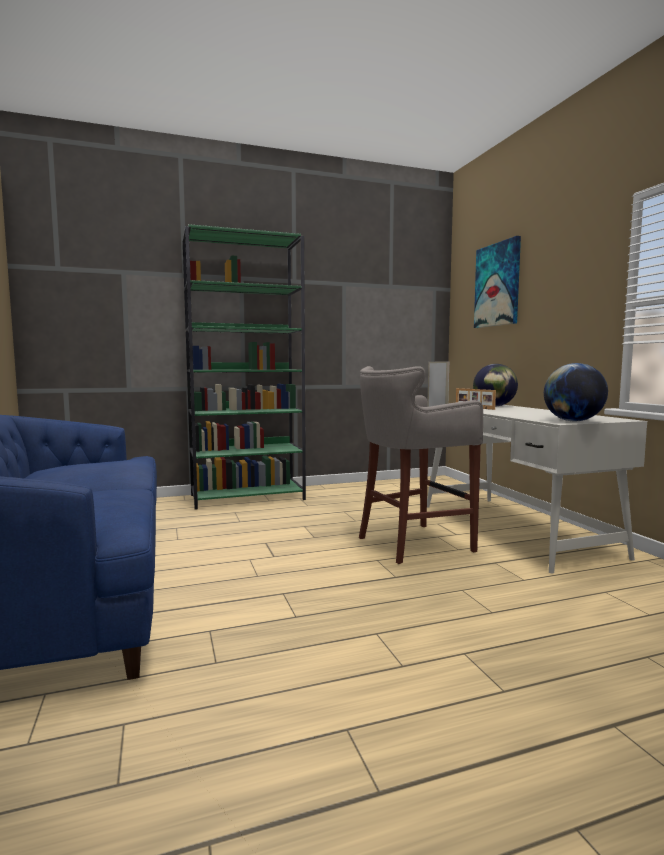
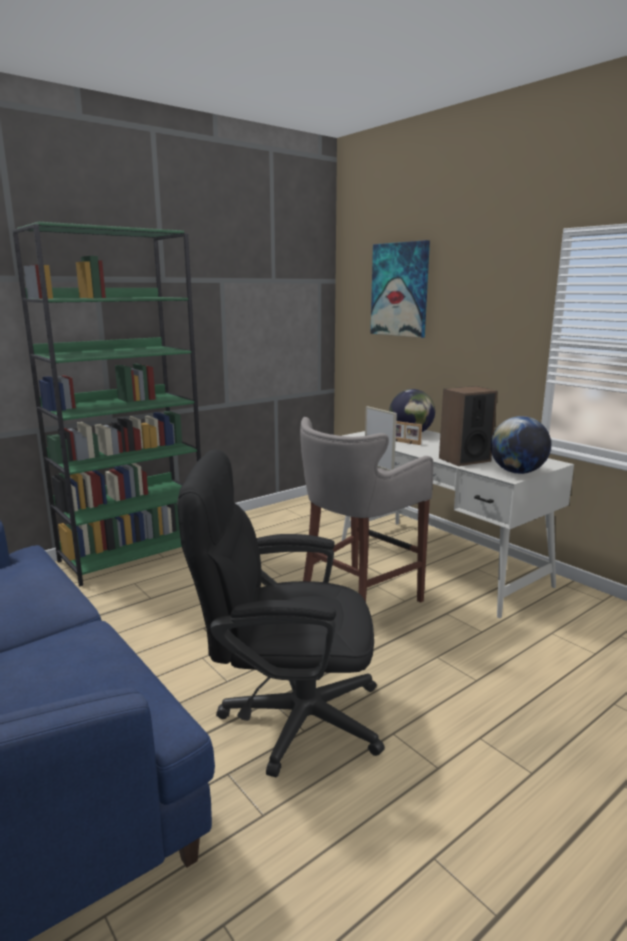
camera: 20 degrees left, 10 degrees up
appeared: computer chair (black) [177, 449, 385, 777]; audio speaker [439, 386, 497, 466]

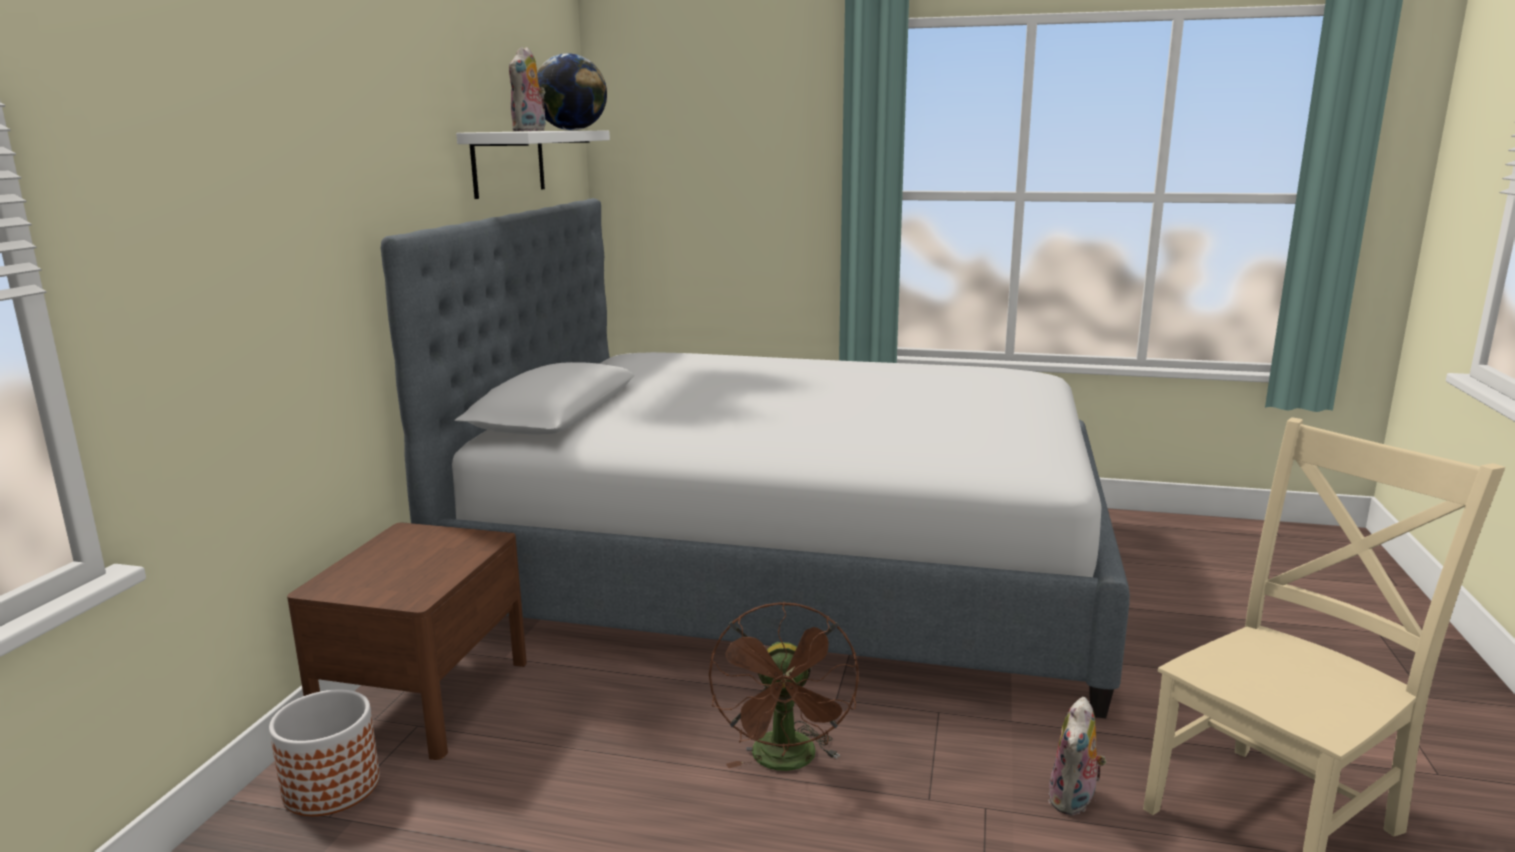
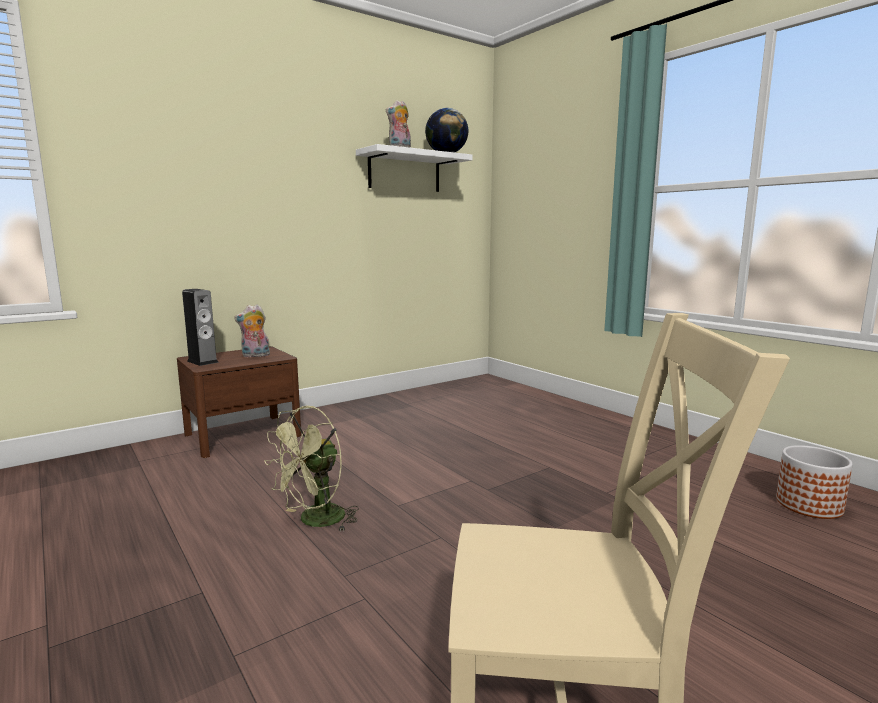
camera: 40 degrees right, 5 degrees down
missing: bedroom bed [381, 198, 1130, 718]
appeared: audio speaker [182, 289, 219, 366]
relocated: flower pot [269, 689, 380, 816] to [776, 445, 853, 519]; plush toy [1048, 697, 1106, 816] to [234, 305, 271, 358]
colour: electric fan (brownish) [709, 601, 859, 771] to electric fan (green-coloured) [264, 406, 359, 532]

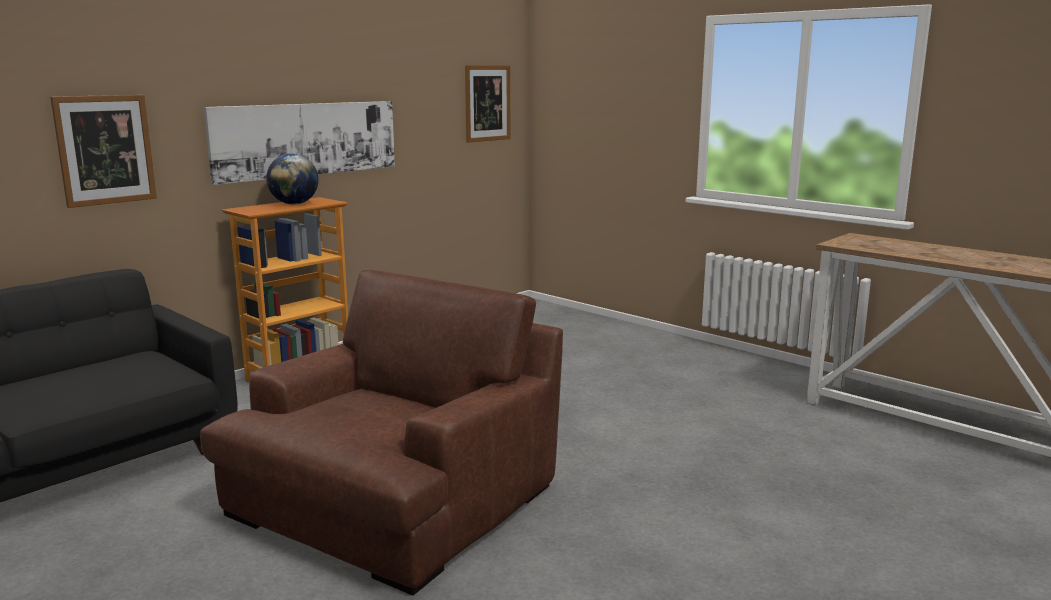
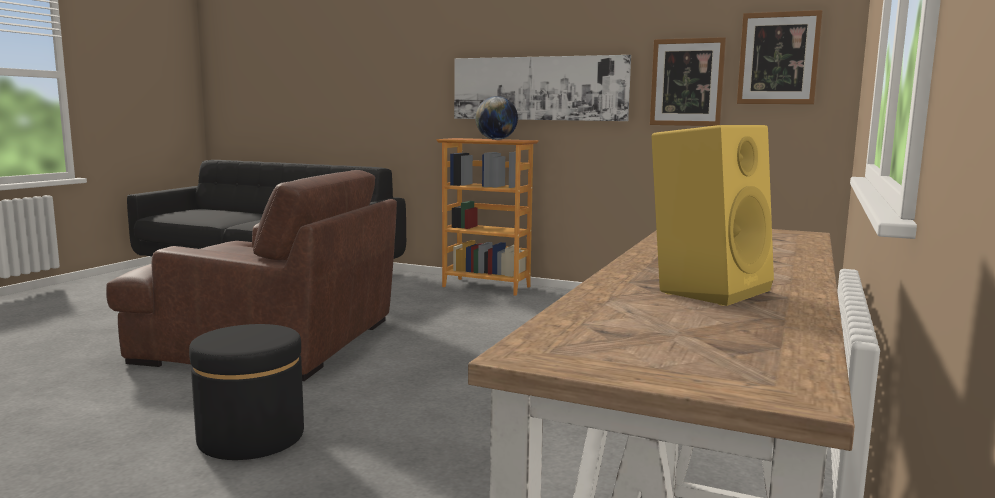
camera: 70 degrees right, 5 degrees down
appeared: footrest (black) [189, 324, 304, 460]; audio speaker (yellowish) [651, 125, 774, 306]
relocated: wall picture [50, 95, 157, 208] to [650, 37, 726, 126]

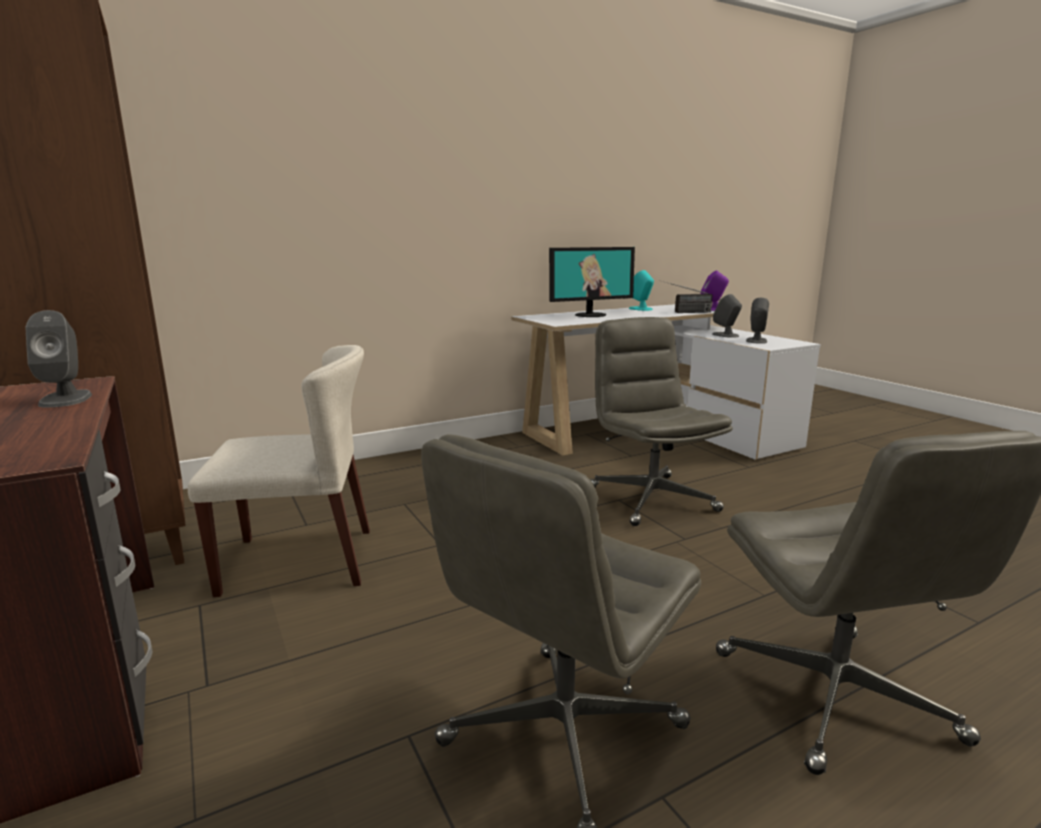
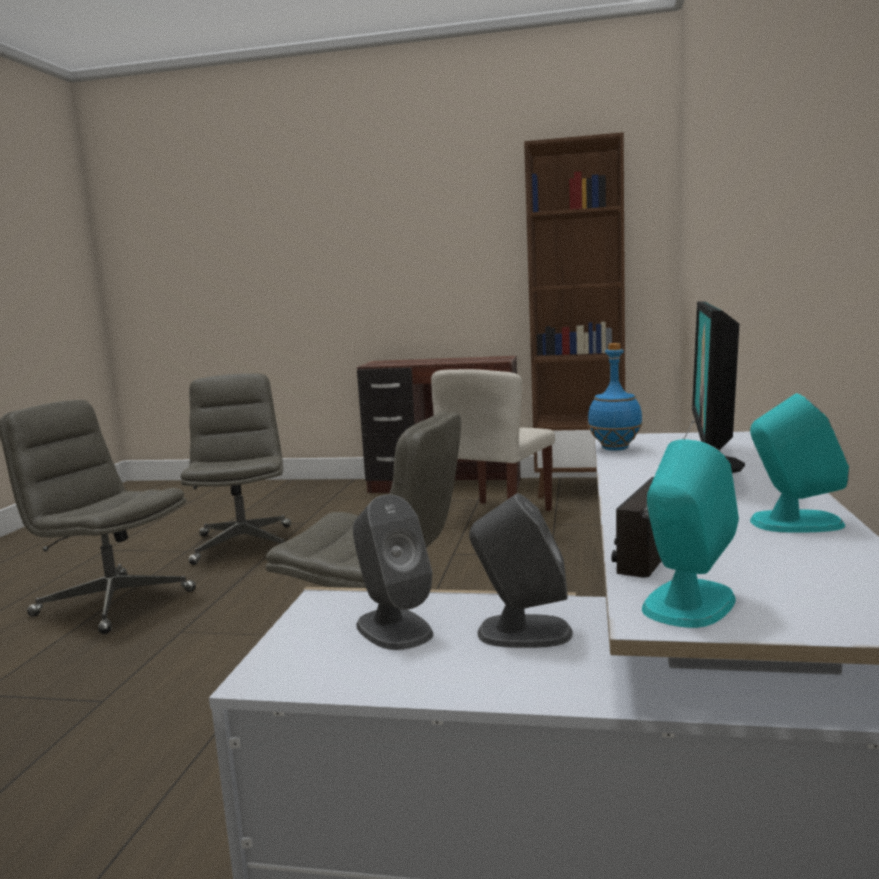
camera: 130 degrees right, 5 degrees down
missing: audio speaker (gray) [25, 310, 92, 408]
appeared: drink bottle (blue) [588, 343, 643, 451]
colour: audio speaker (purplish) [701, 270, 729, 311] to audio speaker (blue-green) [642, 439, 739, 628]

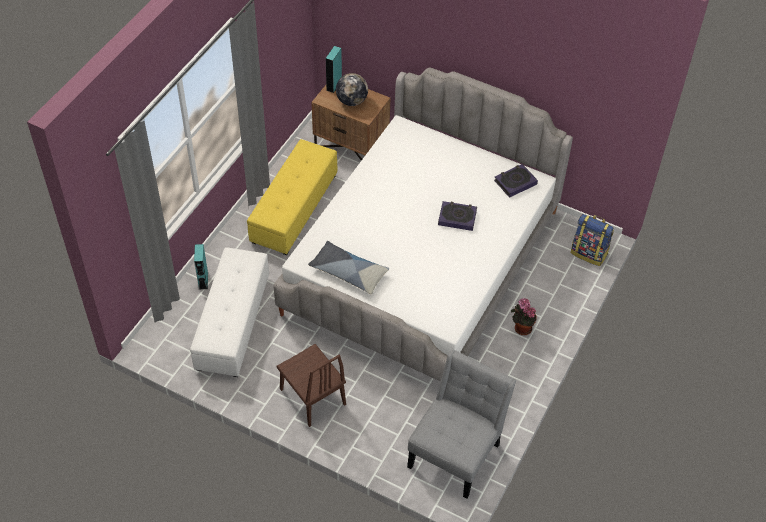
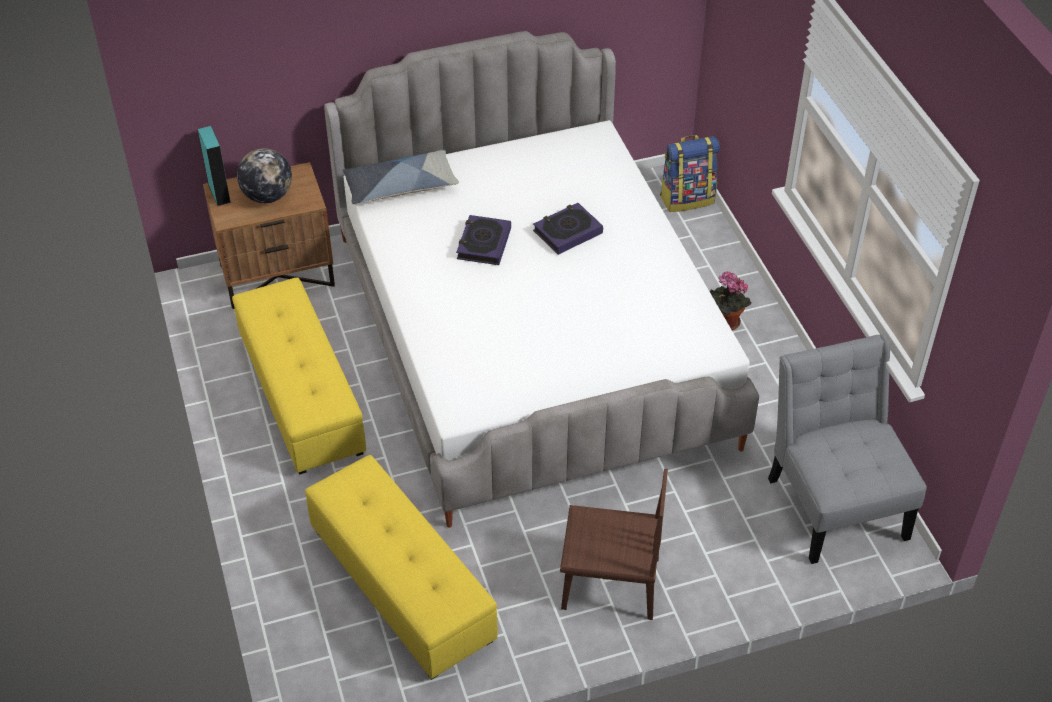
camera: 45 degrees left, 5 degrees down
missing: audio speaker (blue-green) [194, 244, 208, 290]
relocated: pillow [308, 241, 389, 294] to [342, 150, 459, 205]; book [494, 164, 538, 198] to [456, 215, 511, 265]
colour: footrest (whitish) [190, 247, 269, 377] to footrest (yellowish) [305, 455, 498, 680]

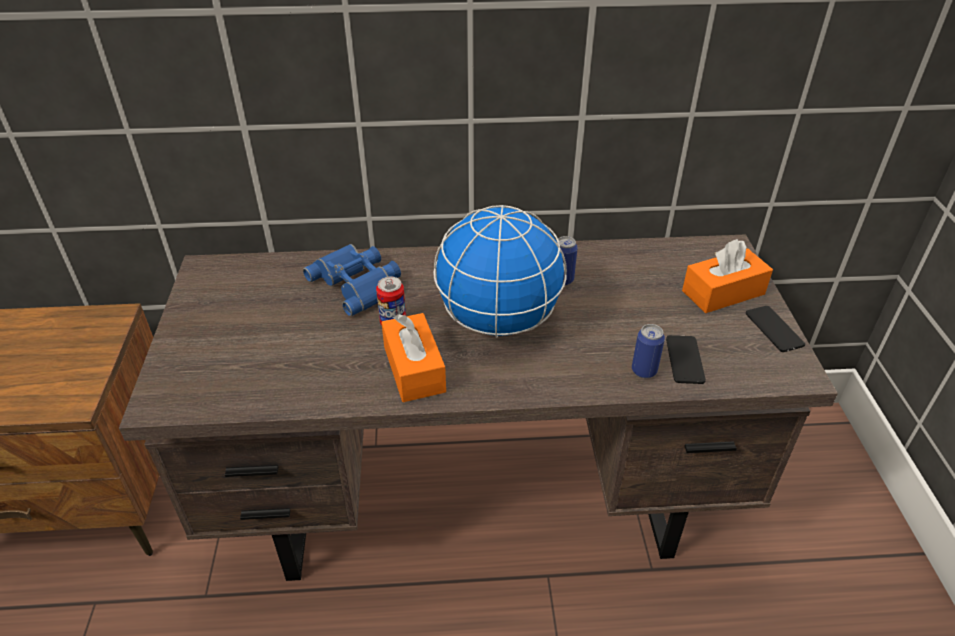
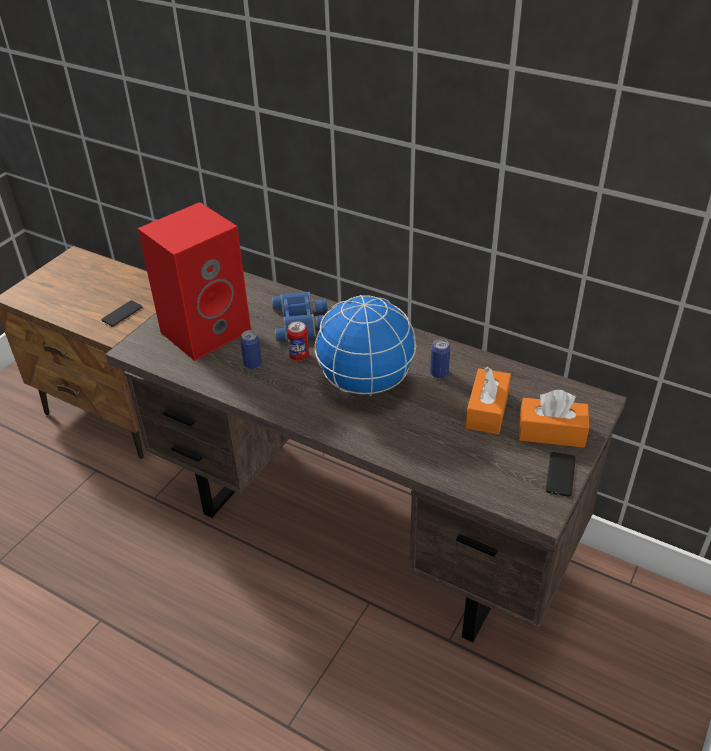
camera: 35 degrees right, 0 degrees up
appeared: audio speaker (reddish) [138, 202, 251, 361]
relocated: tissue holder (orange-coloured) [381, 313, 446, 402] to [466, 367, 511, 434]; sealed can [632, 324, 665, 378] to [240, 330, 262, 369]; handset [666, 335, 706, 384] to [101, 300, 142, 327]

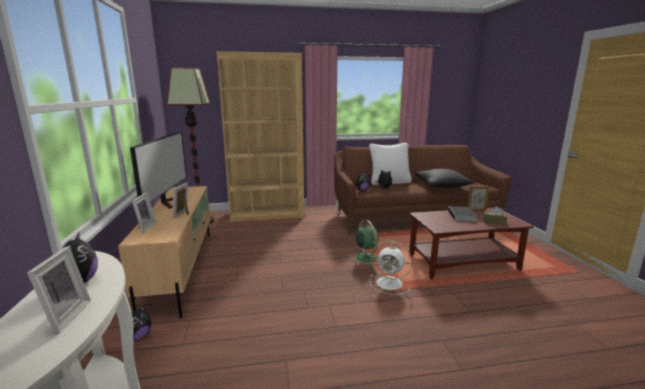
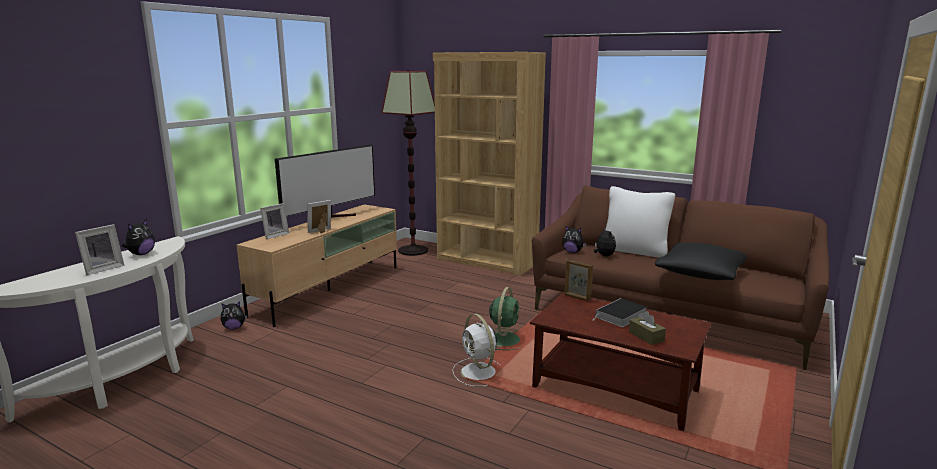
camera: 40 degrees right, 0 degrees up
relocated: photo frame [467, 186, 490, 211] to [564, 259, 593, 302]

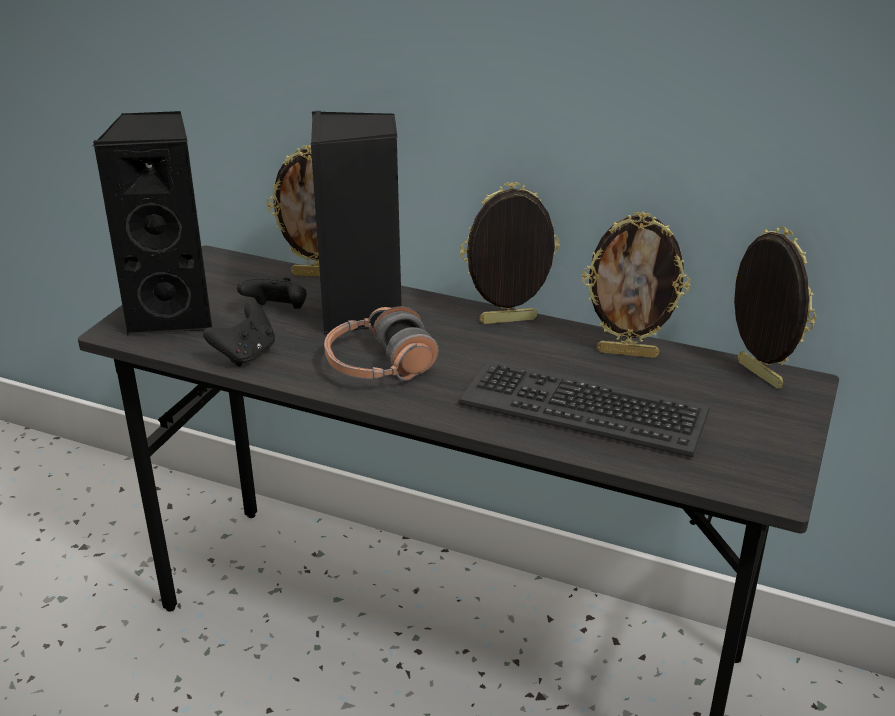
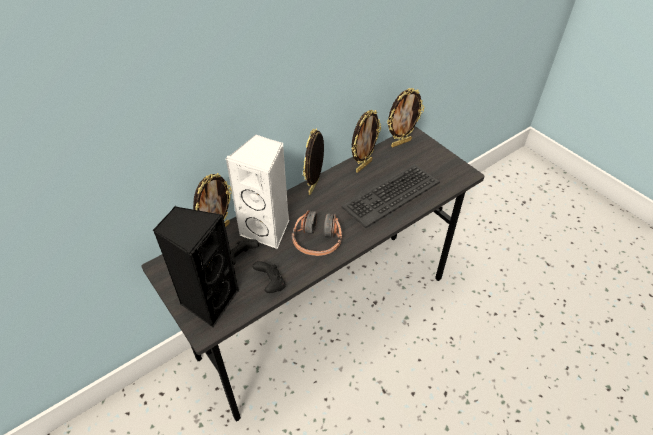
camera: 60 degrees left, 15 degrees up
colour: audio speaker (black) [311, 111, 402, 334] to audio speaker (whitish) [225, 135, 289, 249]
spun: photo frame [734, 226, 816, 389] = [387, 88, 424, 147] 150 degrees clockwise

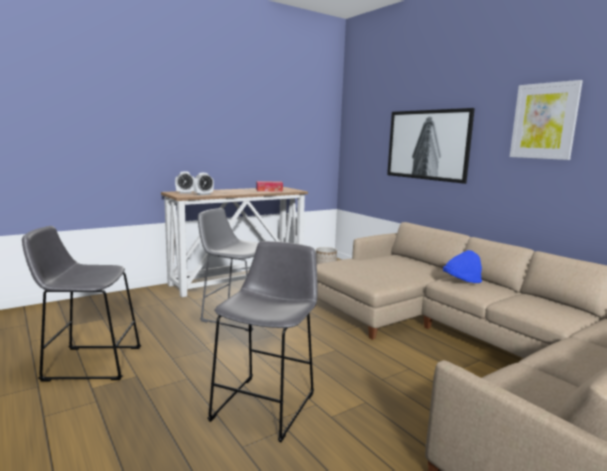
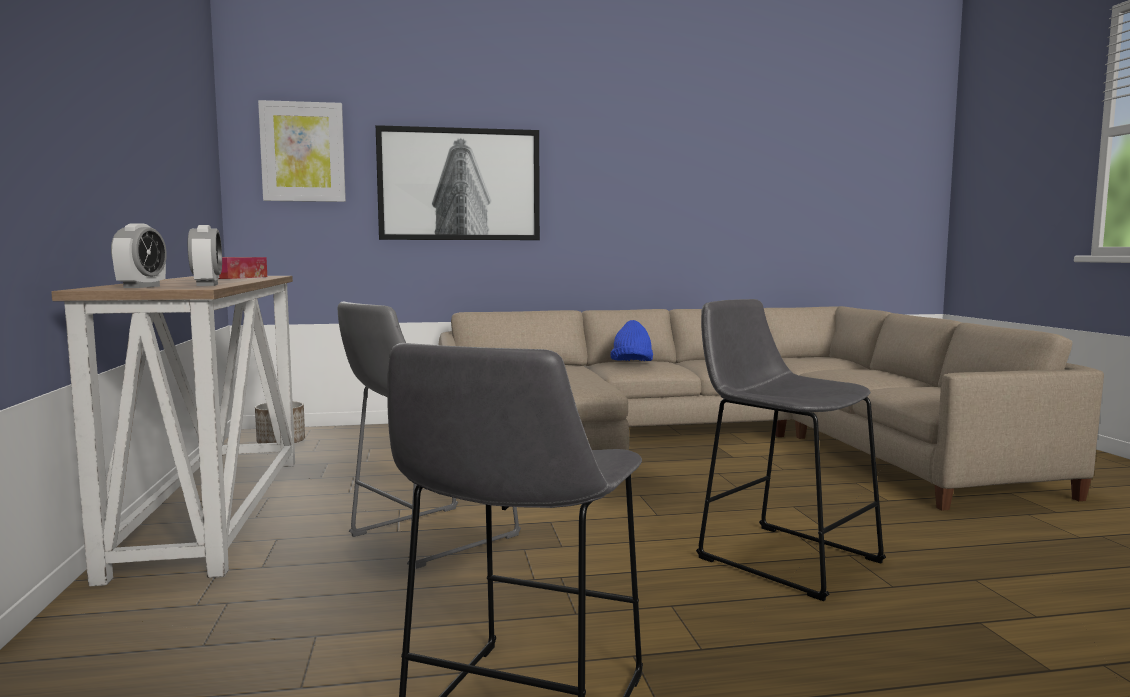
camera: 65 degrees left, 5 degrees down
relocated: wall picture [510, 80, 583, 160] to [258, 100, 346, 202]

